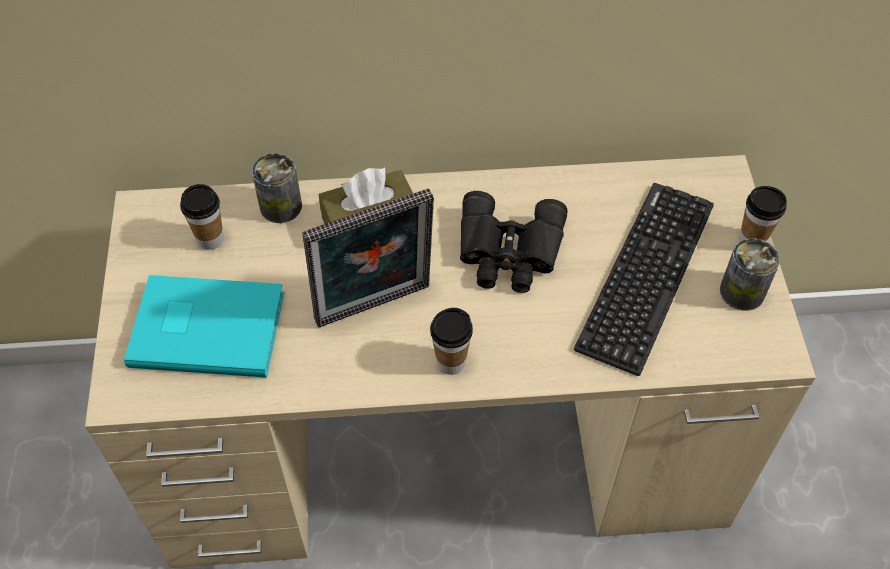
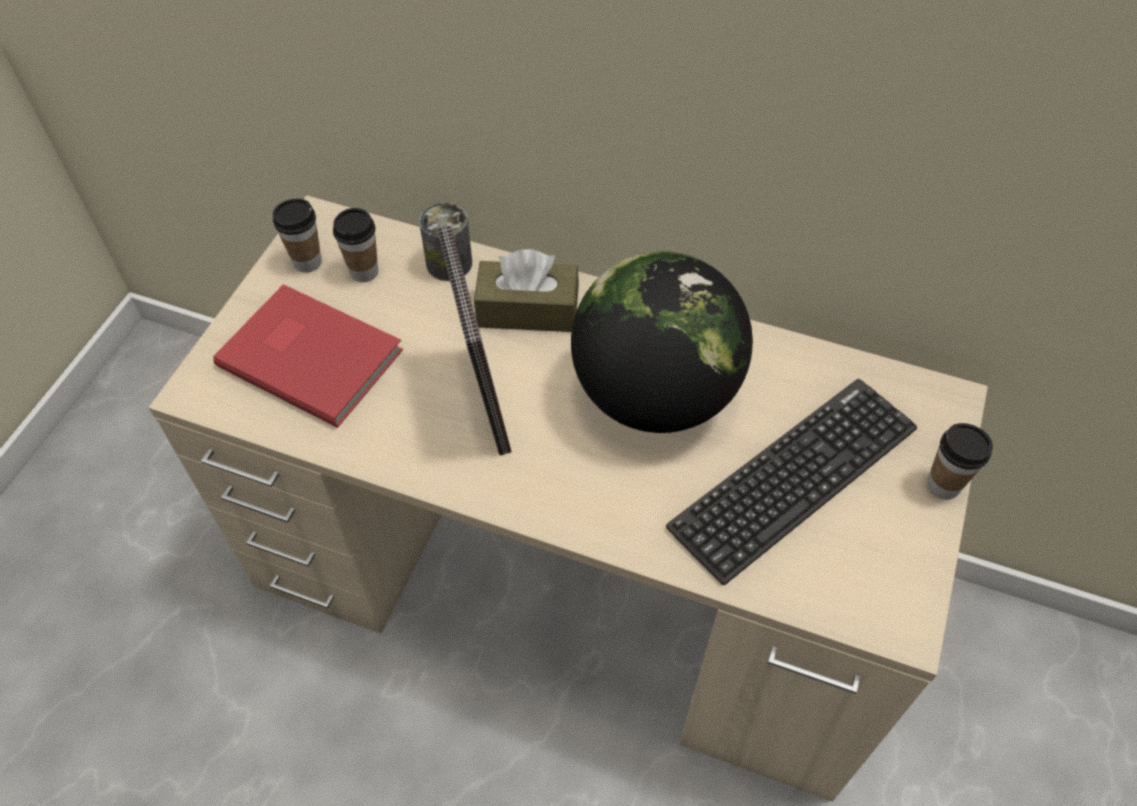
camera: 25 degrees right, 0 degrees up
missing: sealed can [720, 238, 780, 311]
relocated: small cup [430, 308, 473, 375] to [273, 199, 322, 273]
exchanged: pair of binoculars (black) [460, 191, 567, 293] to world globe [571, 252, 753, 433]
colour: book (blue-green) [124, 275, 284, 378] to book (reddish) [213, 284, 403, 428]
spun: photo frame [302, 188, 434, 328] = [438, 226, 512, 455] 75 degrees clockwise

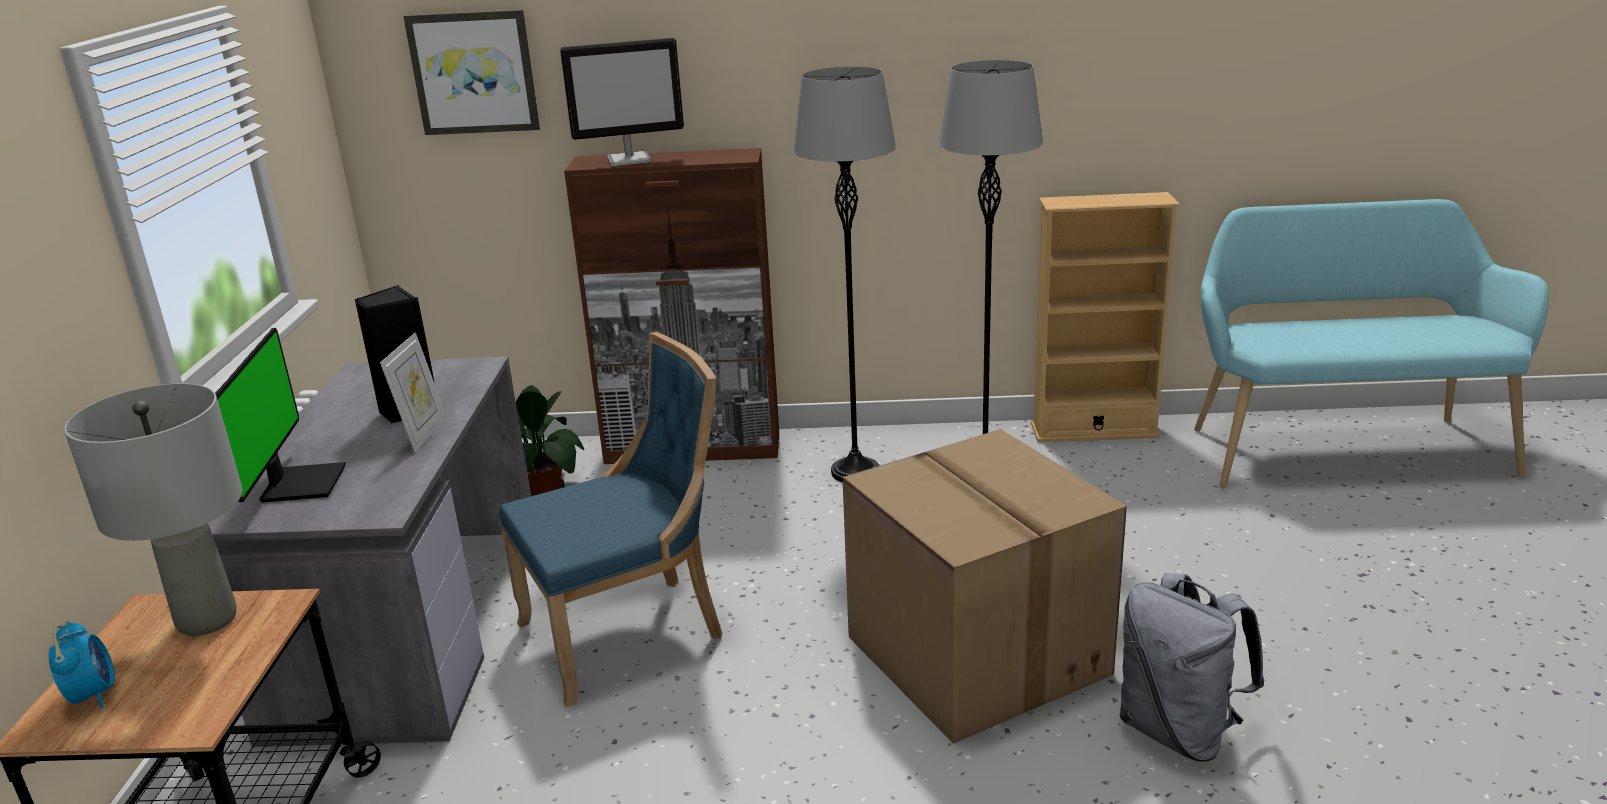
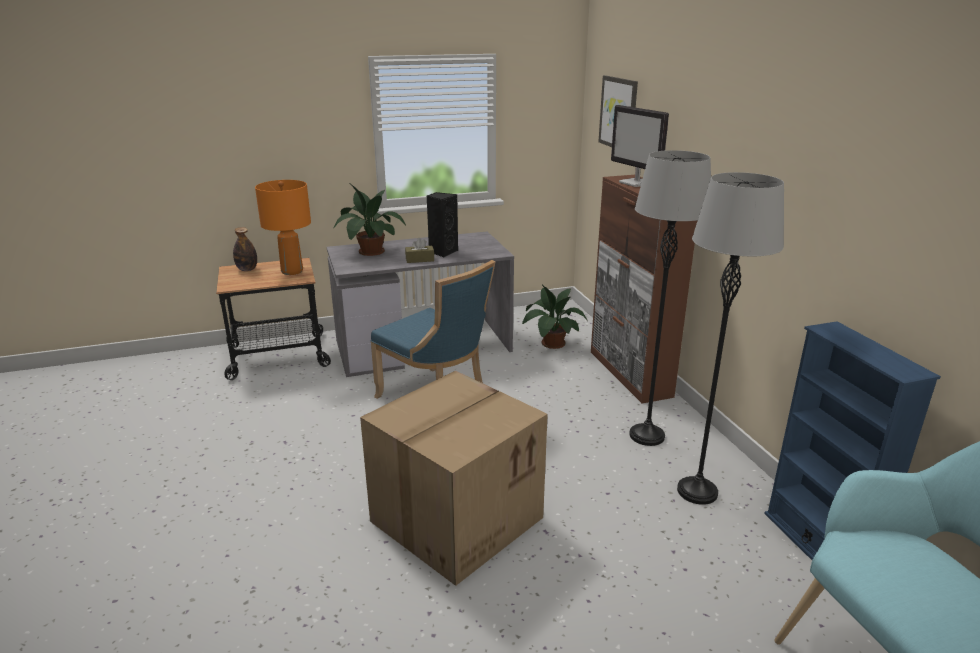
camera: 70 degrees right, 0 degrees up
missing: backpack (gray) [1120, 573, 1264, 762]
exchanged: table clock [48, 621, 115, 709] to drink bottle [233, 227, 257, 271]; monitor [215, 328, 346, 503] to plant in a pot [333, 184, 406, 256]; photo frame [380, 332, 447, 453] to tissue holder (brownish) [405, 238, 434, 263]
colour: lamp for a table (gray) [64, 383, 243, 636] to lamp for a table (orange-coloured) [255, 180, 311, 275]; bookshelf (beige-coloured) [1031, 192, 1180, 442] to bookshelf (blue) [764, 321, 941, 560]

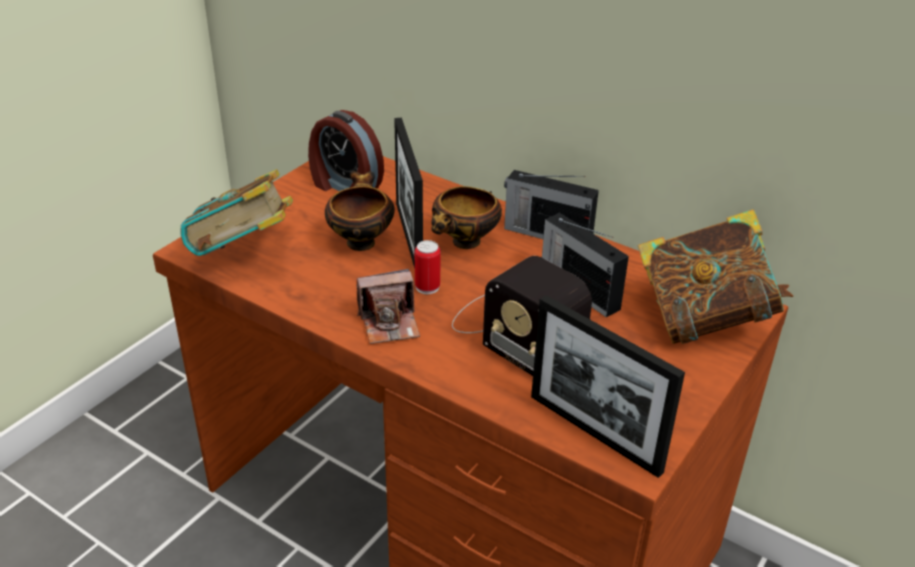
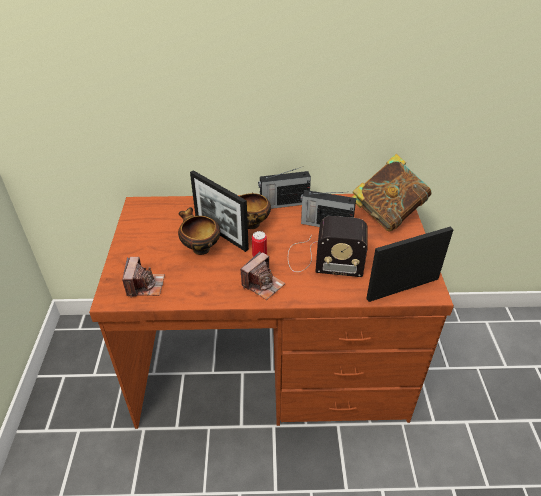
camera: 35 degrees left, 5 degrees up
missing: table clock [308, 110, 384, 191]
exchanged: book [180, 169, 293, 256] to photo camera [122, 257, 165, 298]
spun: photo frame [531, 295, 685, 478] = [366, 227, 454, 302] 150 degrees clockwise

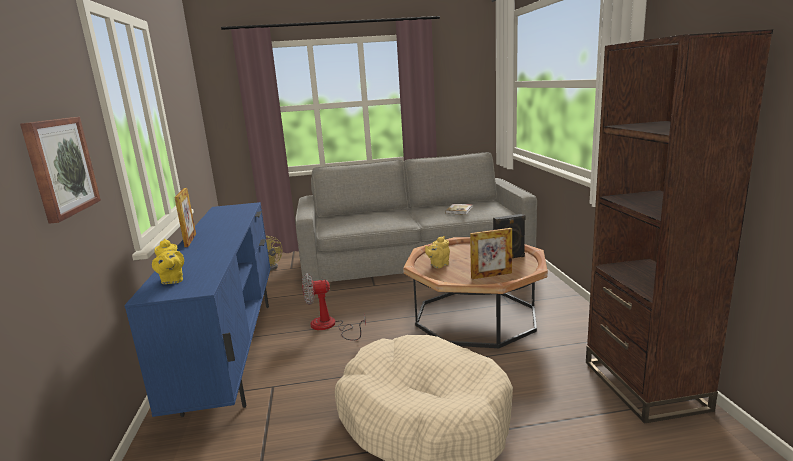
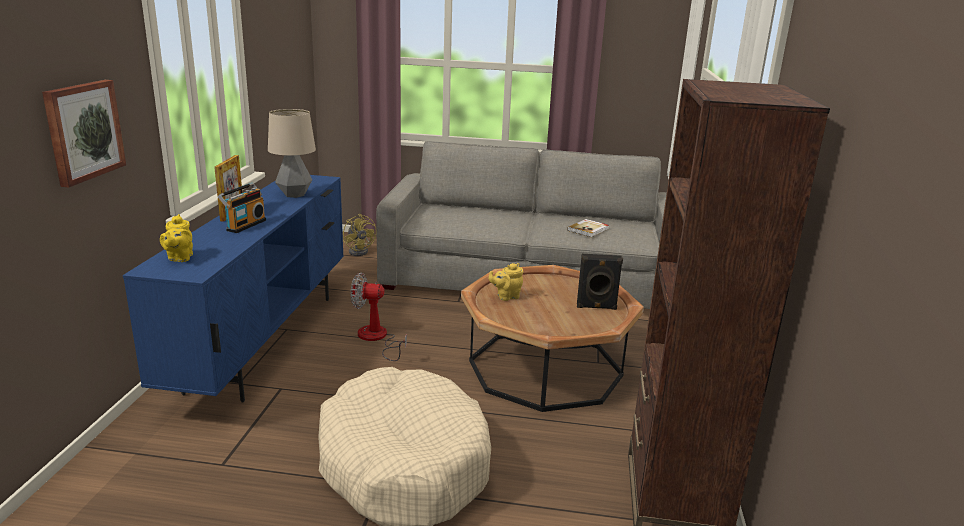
camera: 15 degrees right, 5 degrees up
missing: photo frame [470, 228, 512, 279]
appeared: radio [218, 183, 266, 233]; lamp for a table [268, 109, 316, 198]

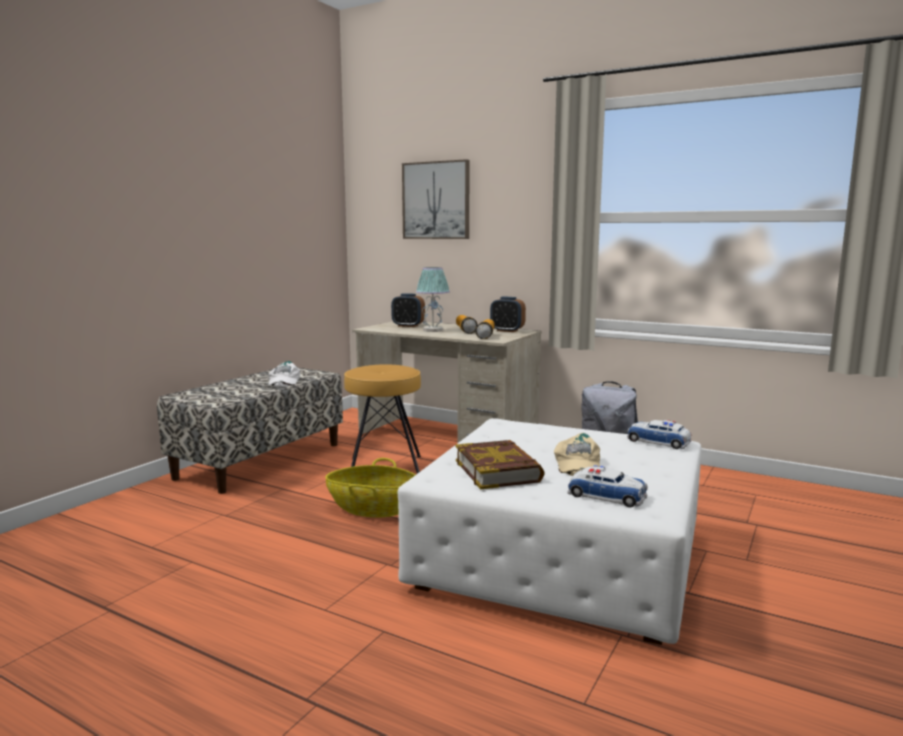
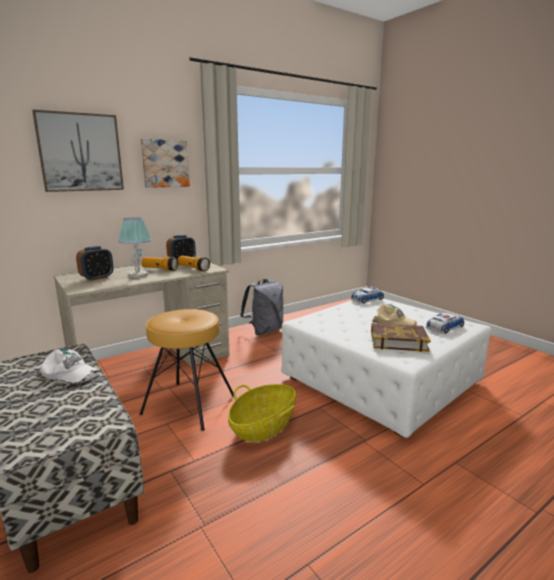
camera: 65 degrees left, 5 degrees up
appeared: wall picture [141, 139, 190, 188]

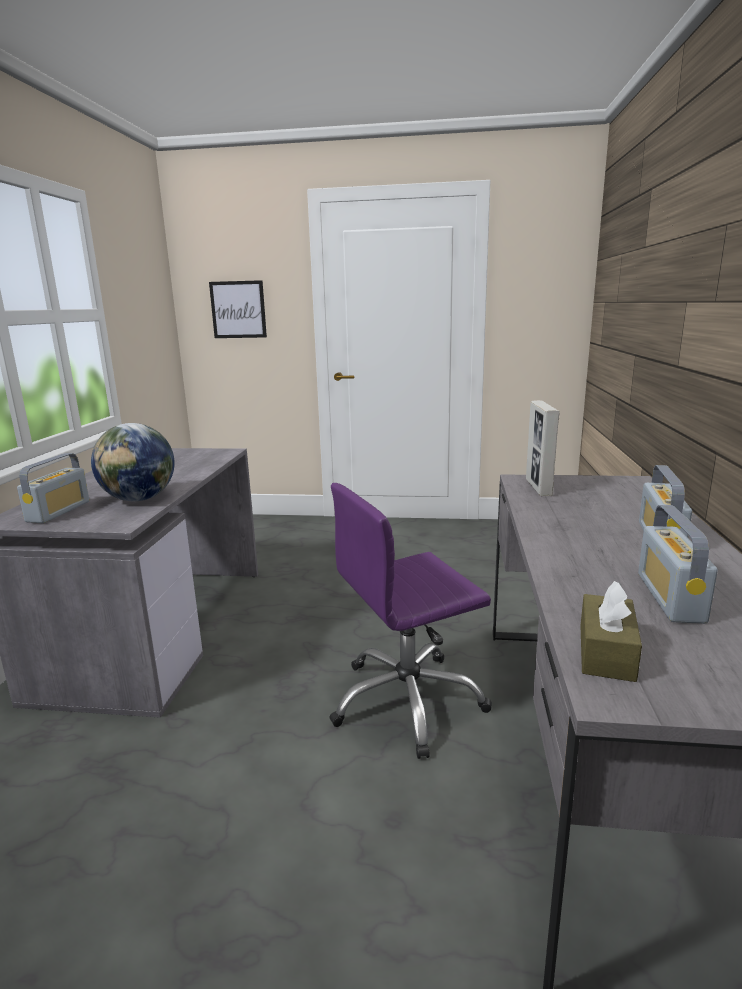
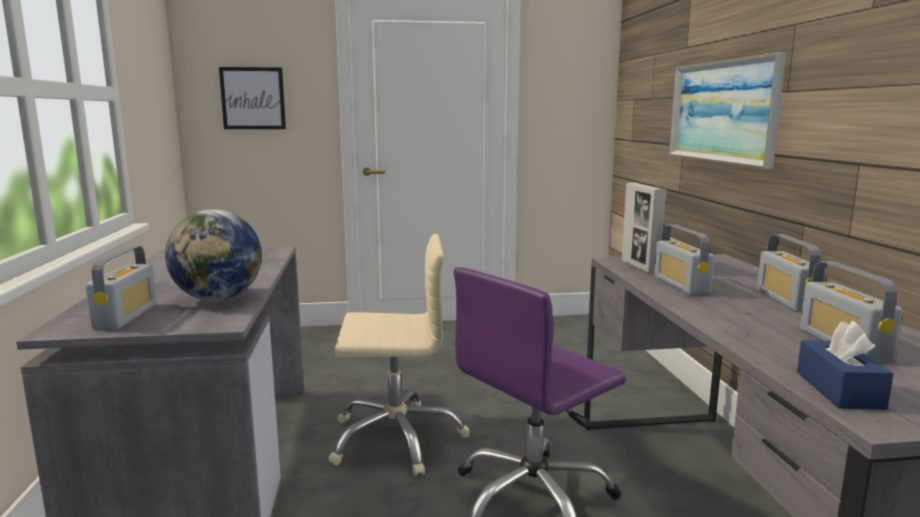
camera: 15 degrees left, 5 degrees down
appeared: computer chair (beige-coloured) [328, 234, 470, 476]; radio [654, 224, 715, 295]; wall picture [669, 52, 786, 169]
colour: tissue holder (brownish) [581, 581, 642, 682] to tissue holder (blue) [797, 321, 894, 410]

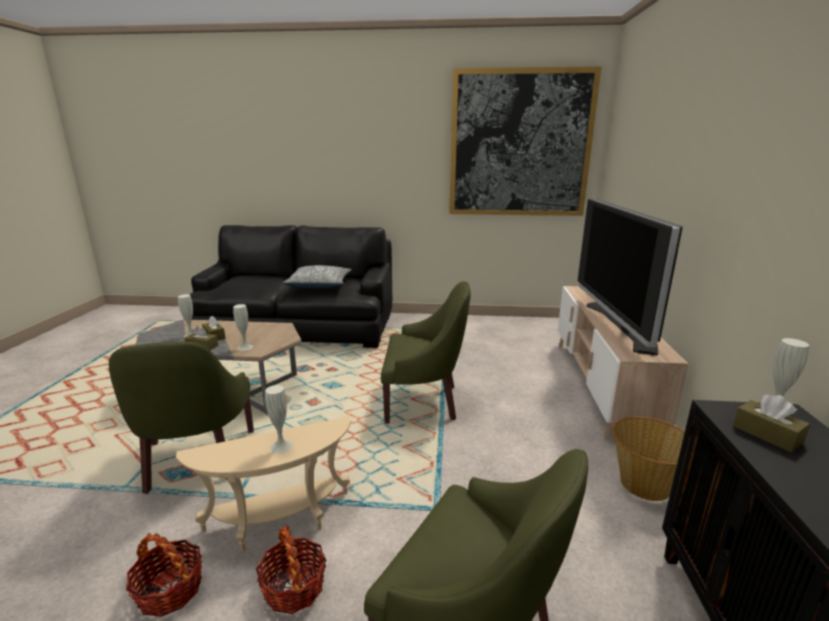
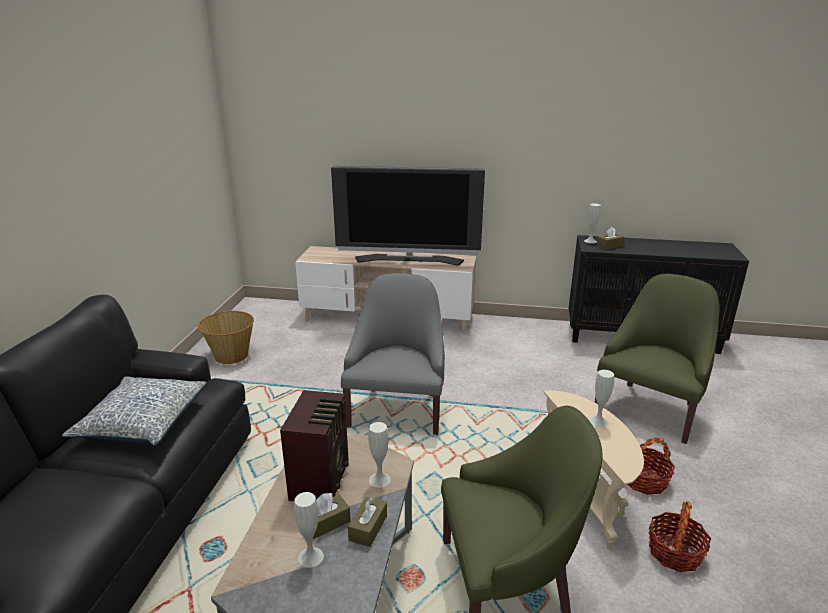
camera: 85 degrees left, 5 degrees up
missing: wall picture [449, 66, 602, 216]
appeared: radio [280, 390, 349, 501]
relocated: household basket [612, 417, 685, 501] to [198, 311, 254, 364]
colour: lounge chair (green-coloured) [381, 281, 470, 424] to lounge chair (gray) [341, 273, 445, 435]

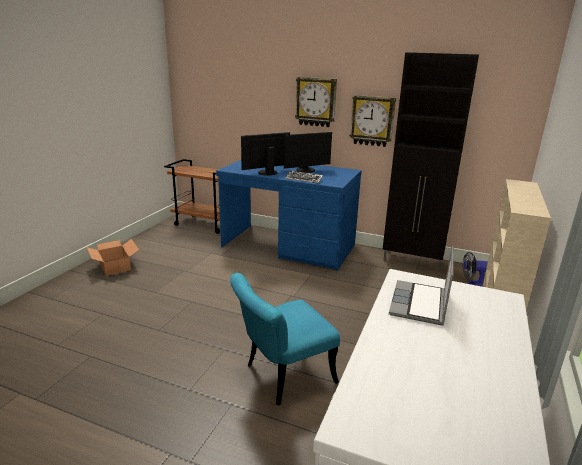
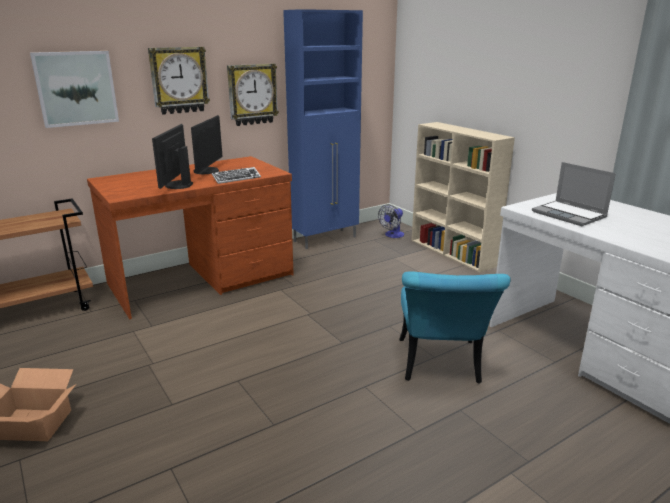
camera: 55 degrees left, 0 degrees up
appeared: wall picture [30, 51, 119, 128]
colour: desk table (blue) [216, 160, 361, 271] to desk table (brownish) [87, 156, 294, 319]; cupboard (black) [383, 52, 479, 271] to cupboard (blue) [283, 9, 363, 249]

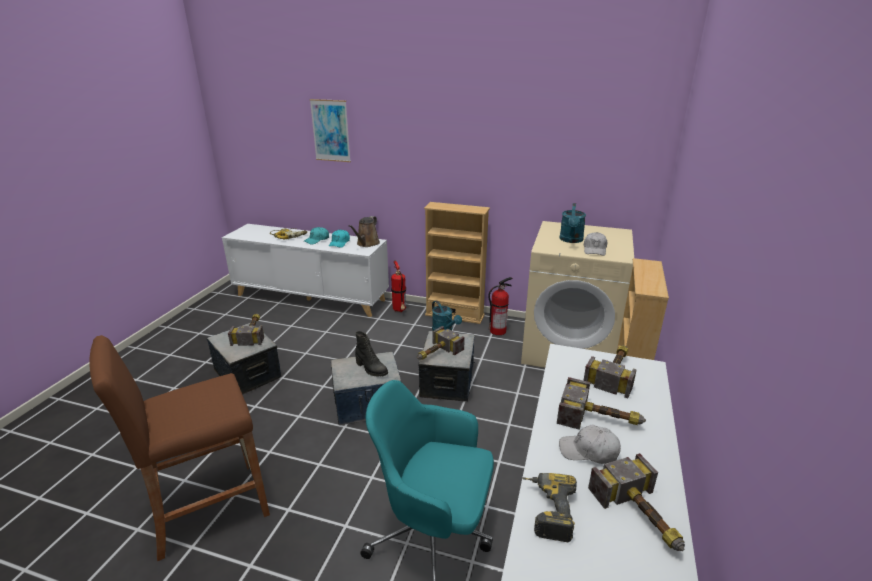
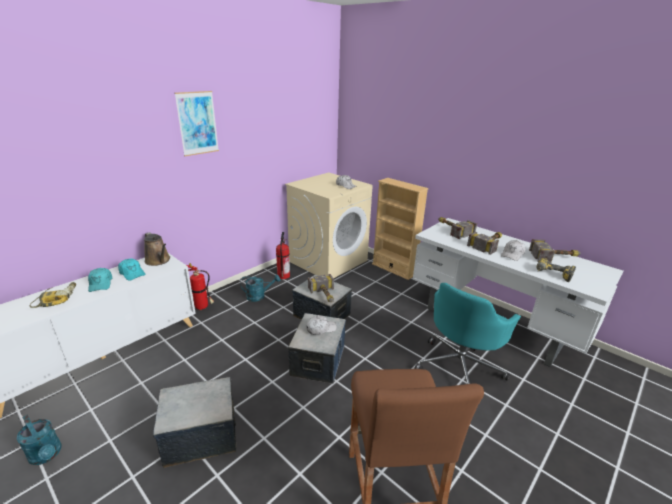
camera: 65 degrees left, 0 degrees up
missing: tool hammer [228, 314, 264, 346]; bookshelf (beige-coloured) [424, 202, 490, 324]
relocated: wall picture [310, 99, 351, 162] to [174, 91, 219, 156]; watering can (blue-green) [559, 203, 586, 243] to [17, 415, 62, 465]
exchanged: boot (black) [355, 331, 388, 377] to peaked cap (whitish) [306, 315, 337, 335]

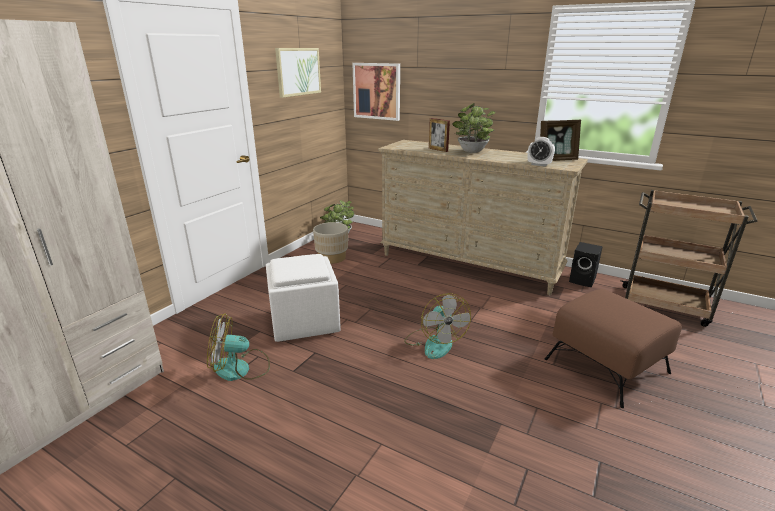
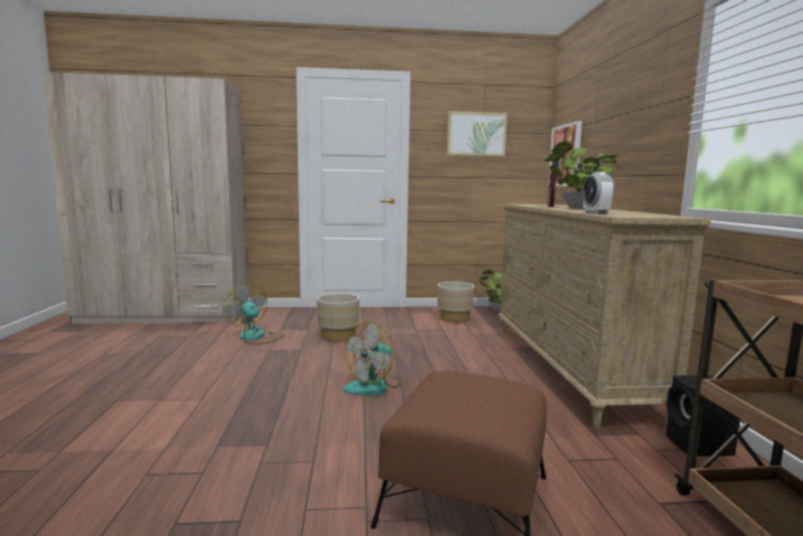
camera: 55 degrees right, 15 degrees down
missing: photo frame [540, 120, 581, 161]
exchanged: footrest (whitish) [266, 254, 341, 342] to flower pot (beige-coloured) [317, 293, 359, 342]

